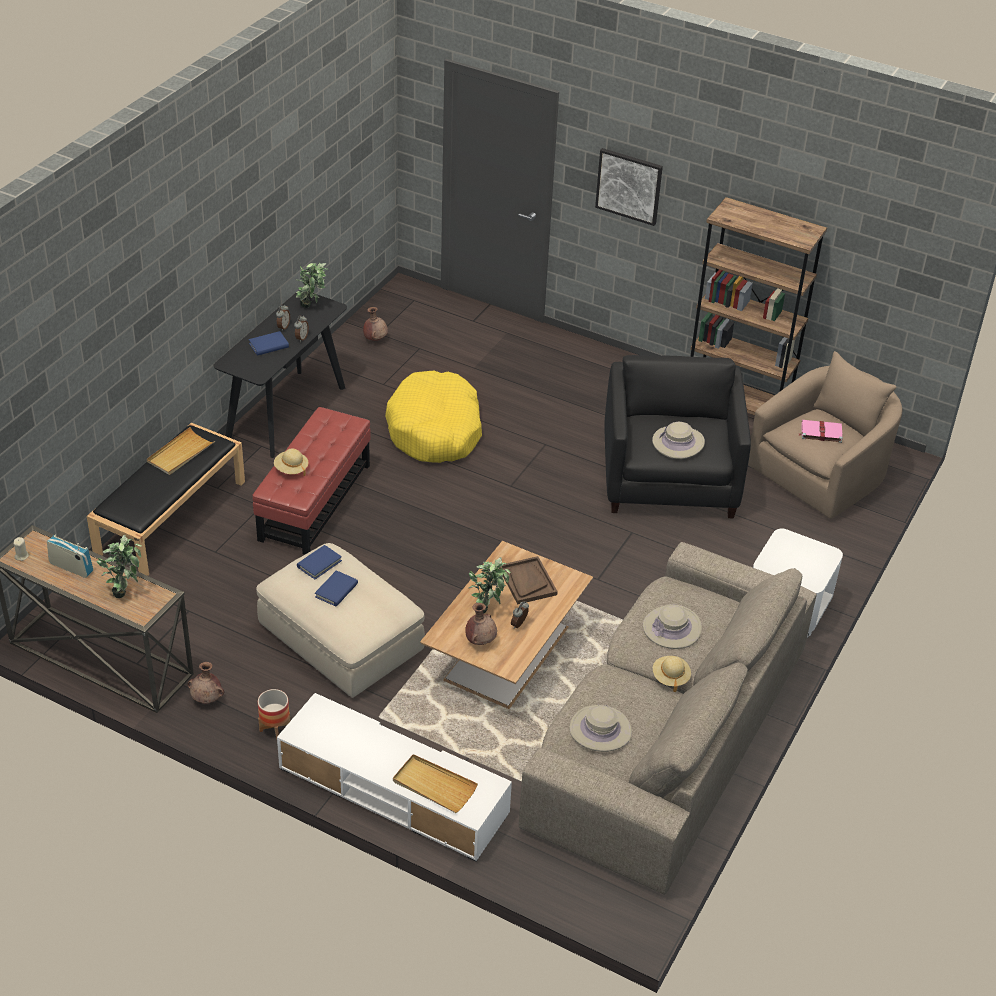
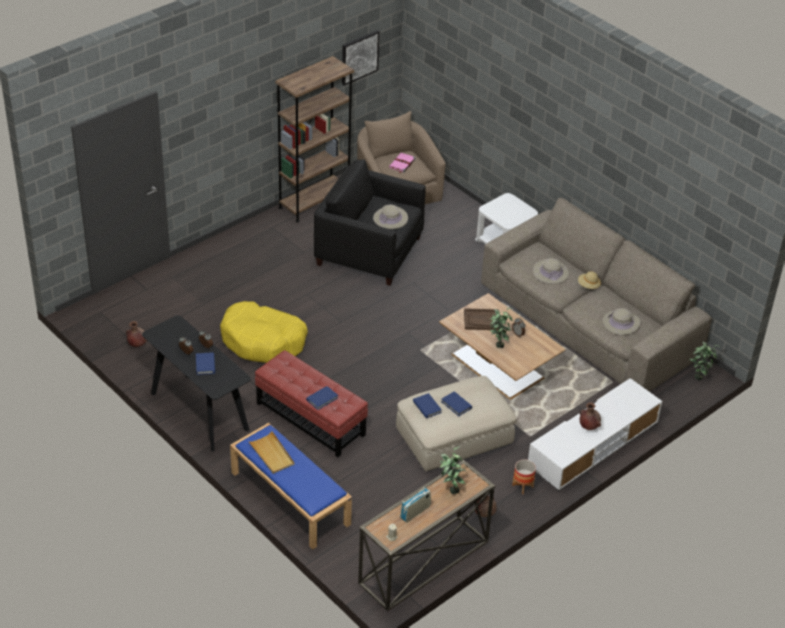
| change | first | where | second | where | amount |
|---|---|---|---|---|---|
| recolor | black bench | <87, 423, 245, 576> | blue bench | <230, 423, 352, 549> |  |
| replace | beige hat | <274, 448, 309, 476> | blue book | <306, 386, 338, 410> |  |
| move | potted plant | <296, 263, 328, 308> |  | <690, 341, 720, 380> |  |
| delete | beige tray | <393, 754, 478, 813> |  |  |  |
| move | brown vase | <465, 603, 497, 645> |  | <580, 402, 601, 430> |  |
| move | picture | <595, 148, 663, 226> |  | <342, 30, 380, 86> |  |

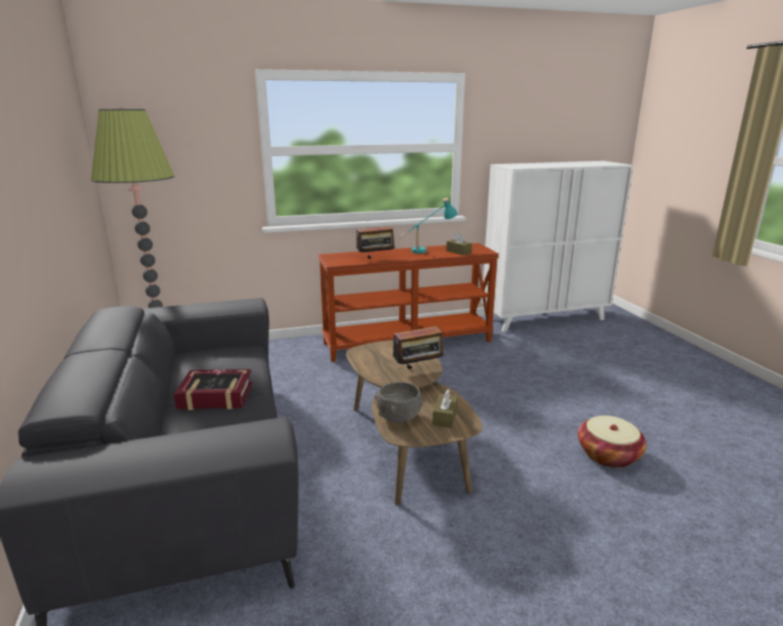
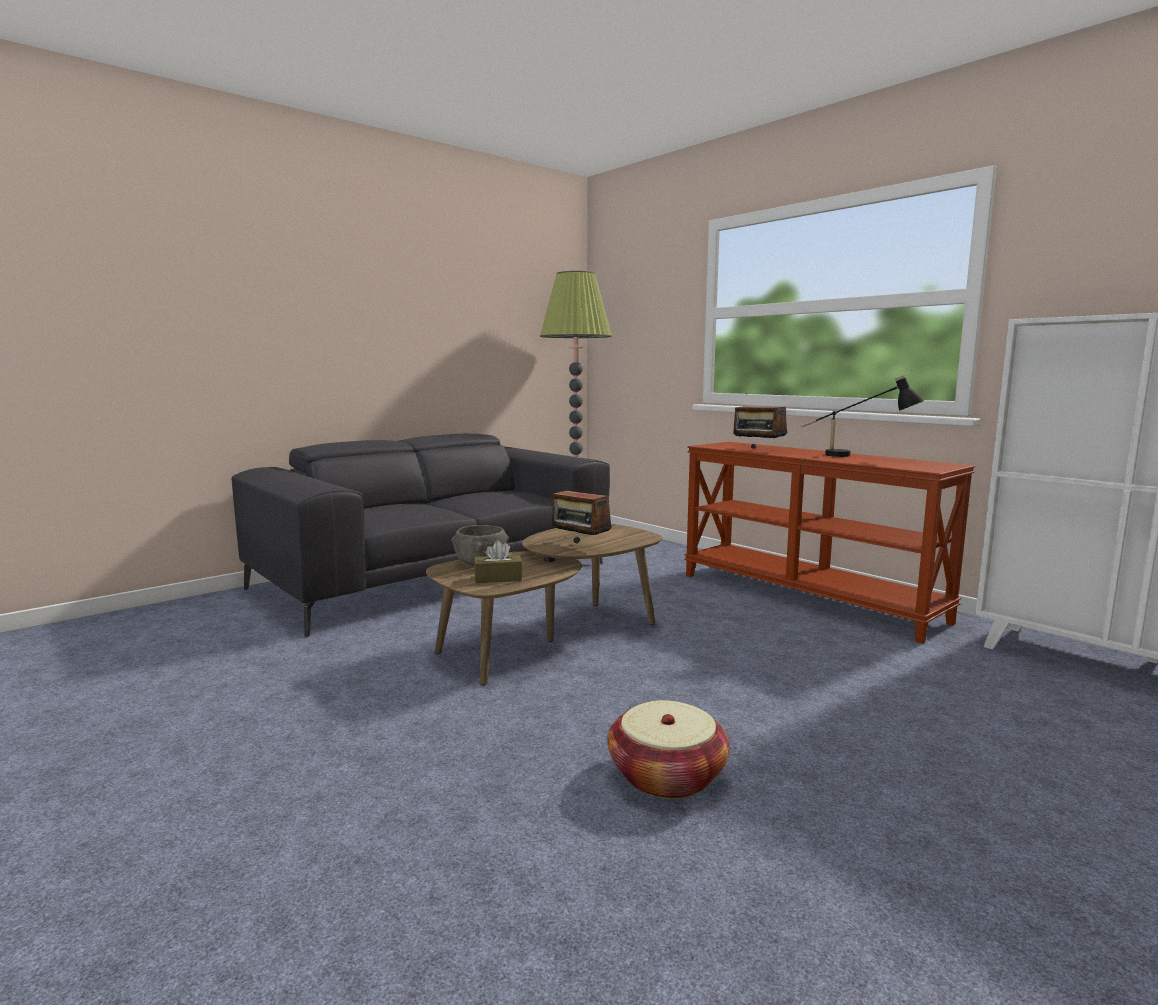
| change | first | where | second | where | amount |
|---|---|---|---|---|---|
| delete | book | <174, 369, 253, 410> |  |  |  |
| recolor | turquoise table lamp | <399, 198, 458, 254> | black table lamp | <801, 375, 924, 457> |  |
| delete | brown tissue box | <446, 233, 472, 255> |  |  |  |

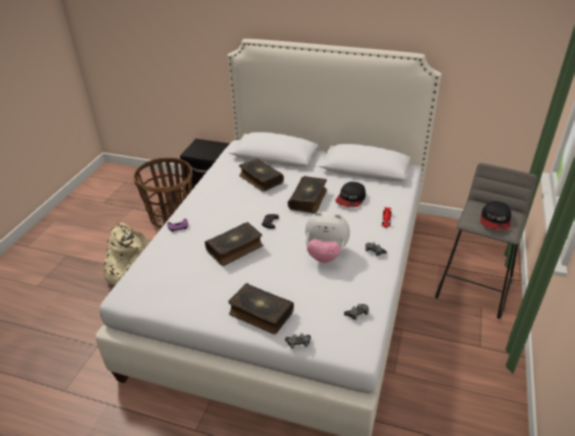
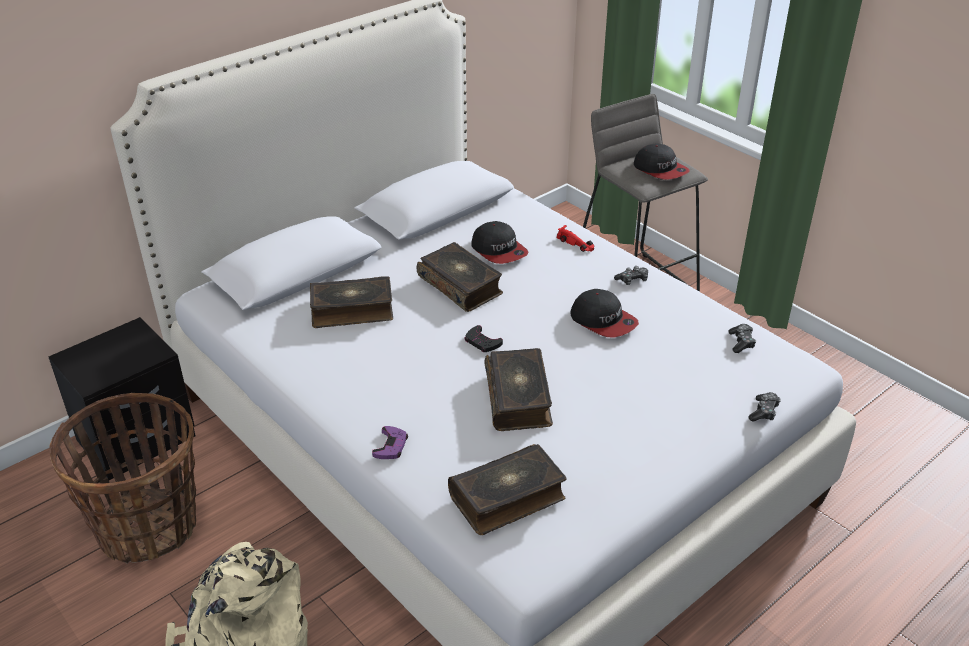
| change | first | where | second | where | amount |
|---|---|---|---|---|---|
| move | book | <228, 283, 294, 334> |  | <448, 444, 567, 535> |  |
| replace | plush toy | <305, 211, 350, 263> | cap | <570, 289, 639, 338> |  |

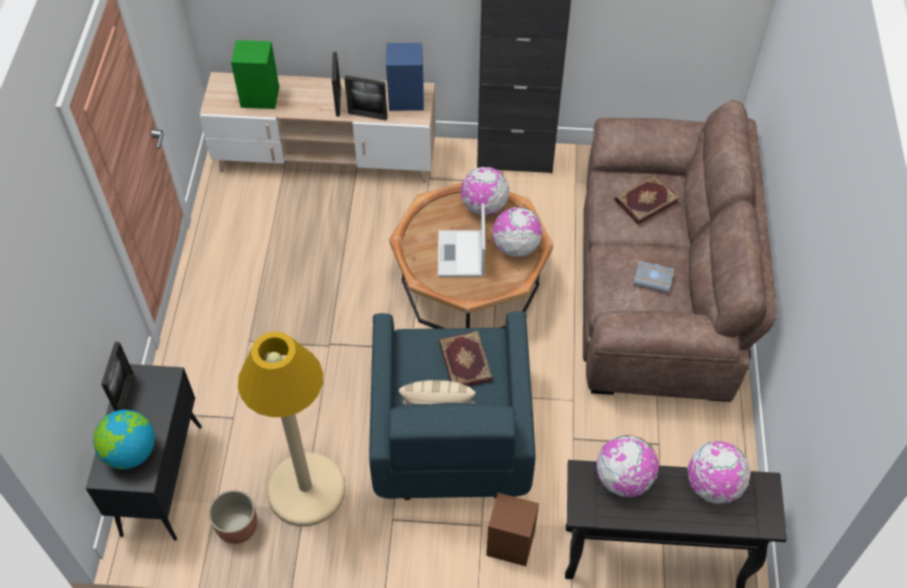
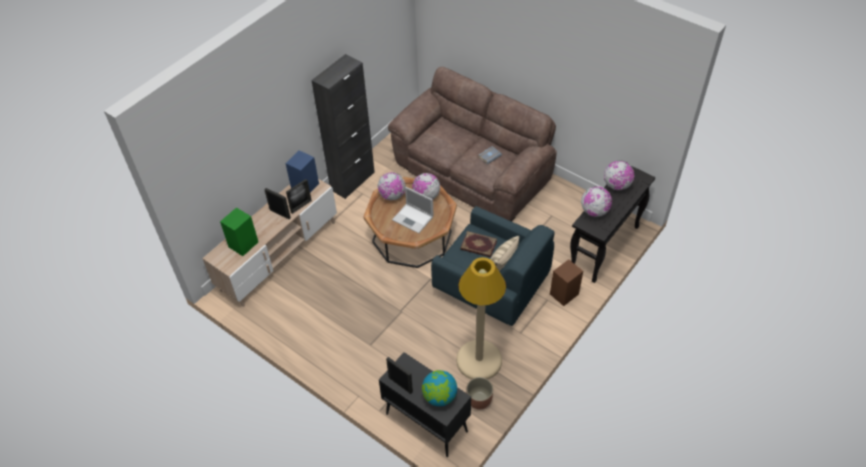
| change | first | where | second | where | amount |
|---|---|---|---|---|---|
| delete | book | <615, 175, 679, 224> |  |  |  |

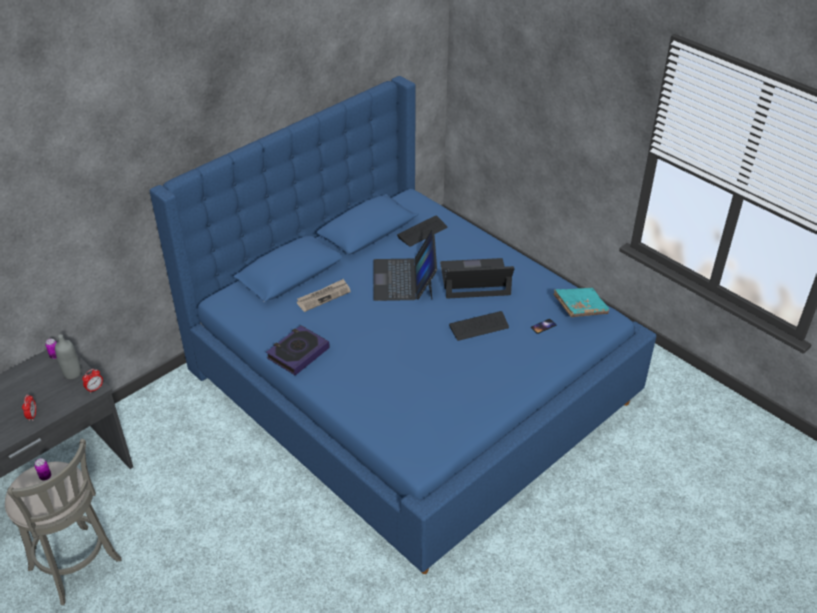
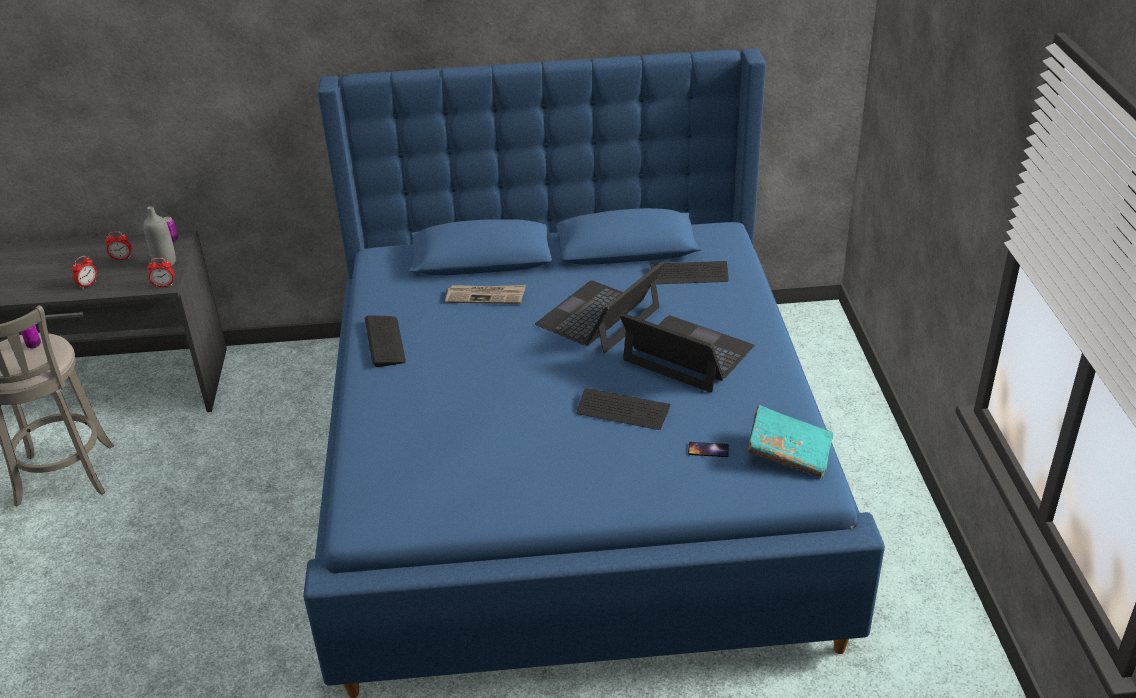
| change | first | where | second | where | amount |
|---|---|---|---|---|---|
| replace | book | <266, 325, 330, 375> | keyboard | <365, 315, 406, 367> |  |
| insert |  |  | alarm clock | <105, 231, 132, 260> |  |

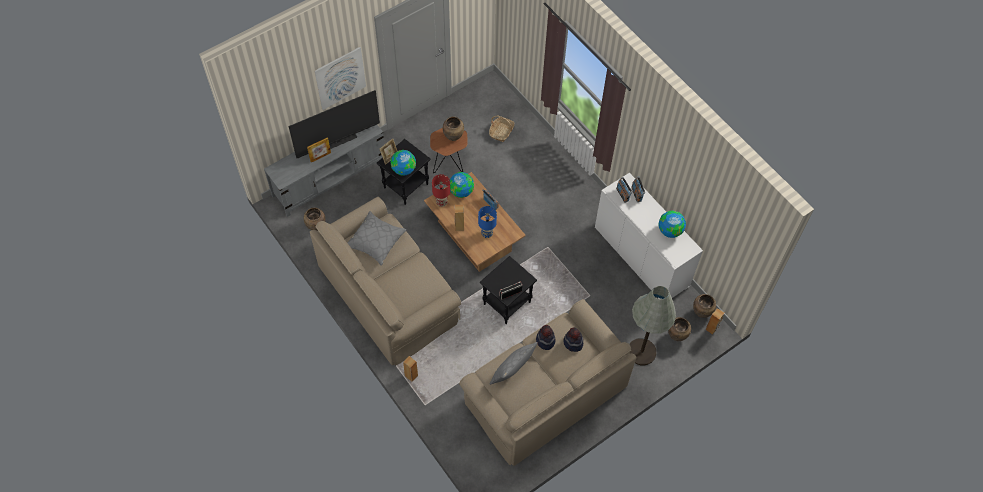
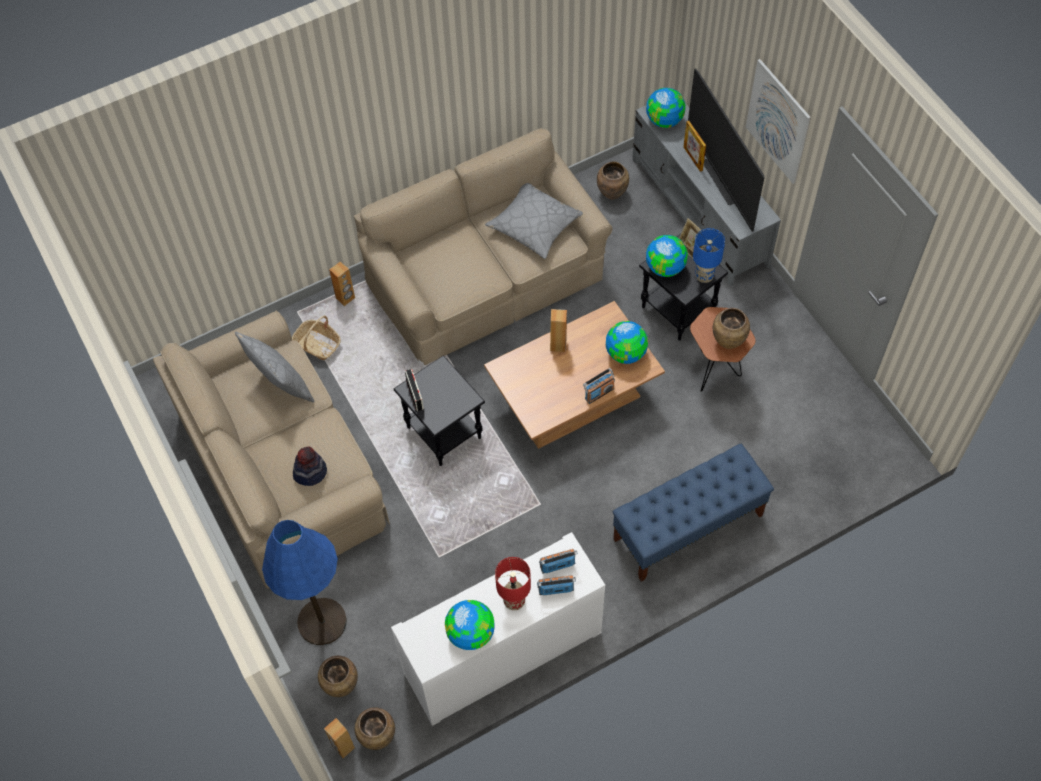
| change | first | where | second | where | amount |
|---|---|---|---|---|---|
| move | red table lamp | <432, 174, 450, 207> |  | <495, 557, 531, 610> |  |
| move | blue table lamp | <478, 206, 497, 238> |  | <693, 228, 725, 283> |  |
| move | basket | <489, 116, 514, 142> |  | <292, 315, 341, 360> |  |
| delete | hat | <536, 325, 556, 350> |  |  |  |
| recolor | grey floor lamp | <630, 286, 676, 365> | blue floor lamp | <262, 520, 346, 645> |  |
| insert |  |  | blue bench | <613, 444, 774, 582> |  |
| insert |  |  | globe | <646, 88, 686, 128> |  |

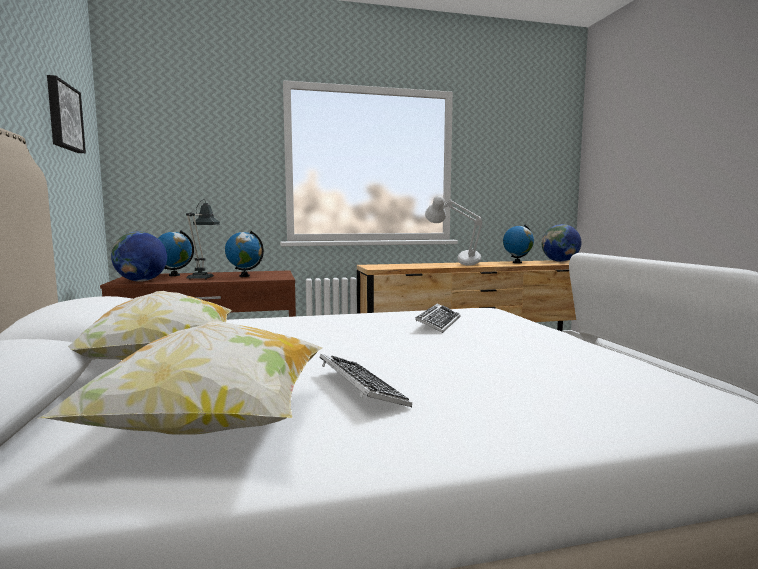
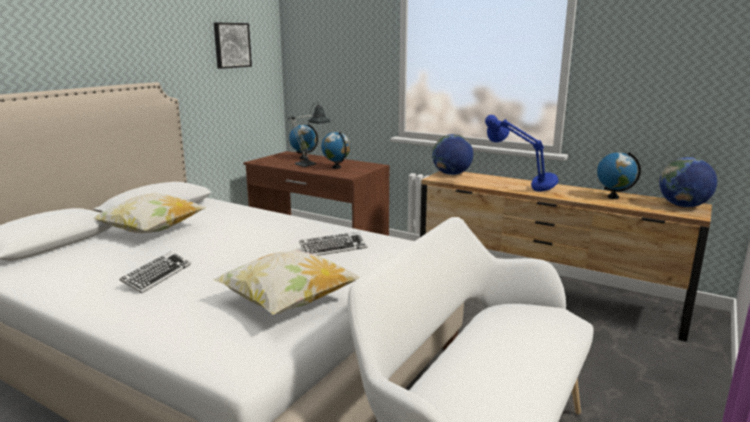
| change | first | where | second | where | amount |
|---|---|---|---|---|---|
| move | pillow | <37, 321, 322, 435> |  | <213, 249, 360, 315> |  |
| move | globe | <111, 231, 167, 282> |  | <432, 134, 473, 175> |  |
| recolor | grey table lamp | <425, 196, 483, 266> | blue table lamp | <485, 115, 559, 192> |  |

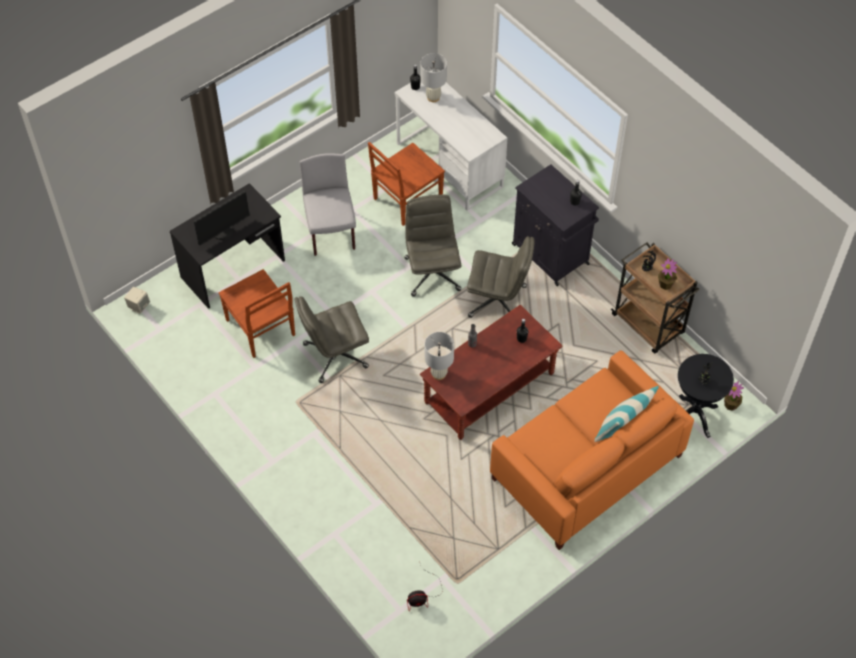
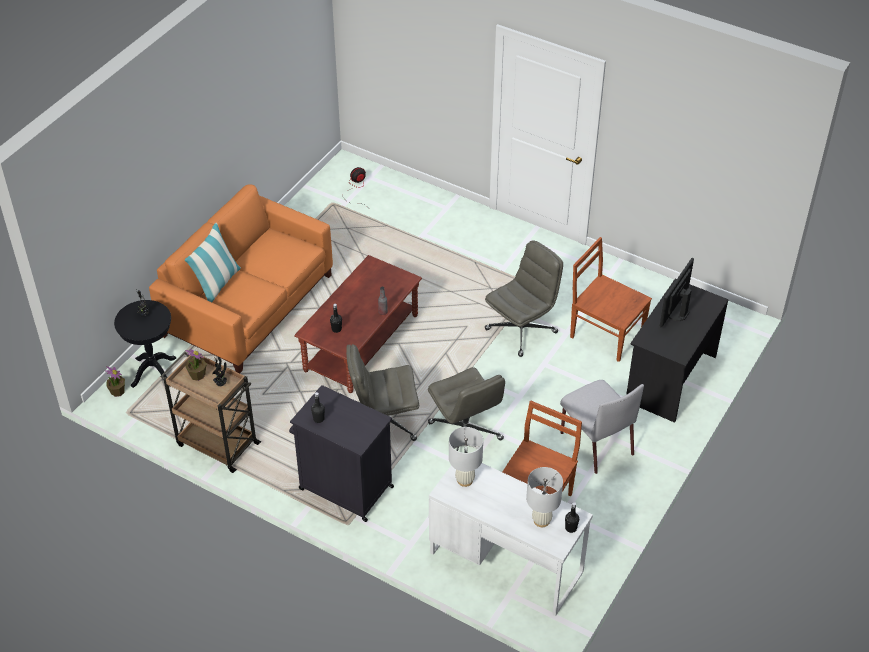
| change | first | where | second | where | amount |
|---|---|---|---|---|---|
| delete | beige speaker | <124, 287, 150, 314> |  |  |  |
| move | white table lamp | <425, 332, 454, 380> |  | <449, 427, 483, 487> |  |

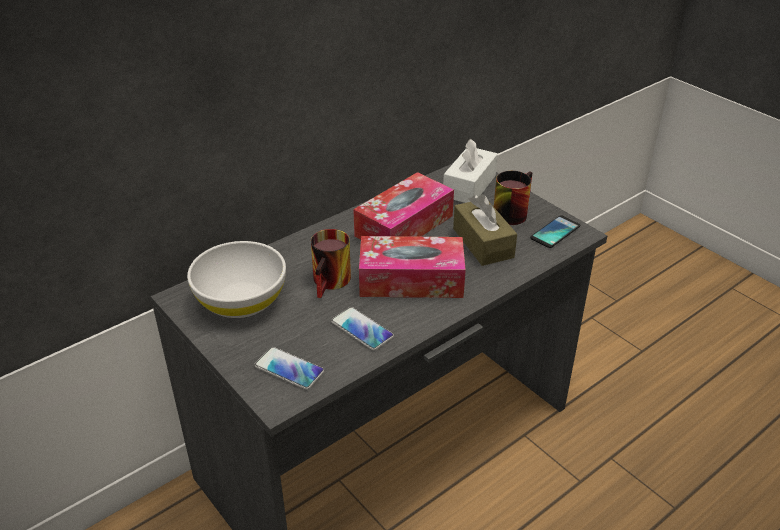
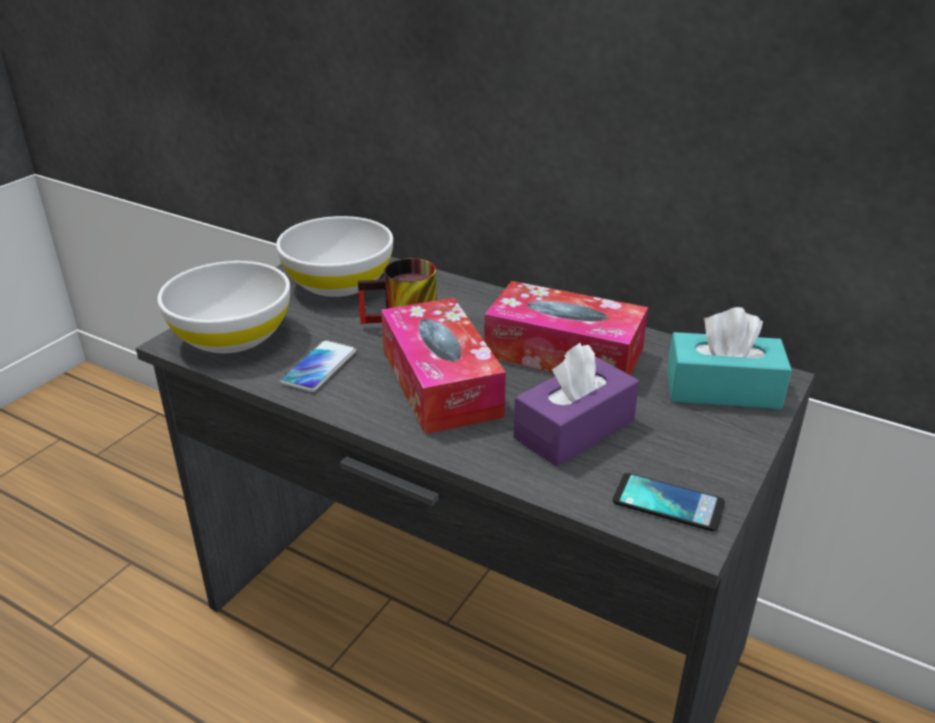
| change | first | where | second | where | amount |
|---|---|---|---|---|---|
| replace | phone | <254, 347, 324, 390> | white bowl | <157, 261, 290, 353> |  |
| recolor | white tissue box | <443, 139, 498, 203> | turquoise tissue box | <667, 307, 792, 409> |  |
| recolor | brown tissue box | <453, 194, 517, 266> | purple tissue box | <513, 343, 639, 467> |  |
| delete | mug | <494, 171, 533, 225> |  |  |  |

